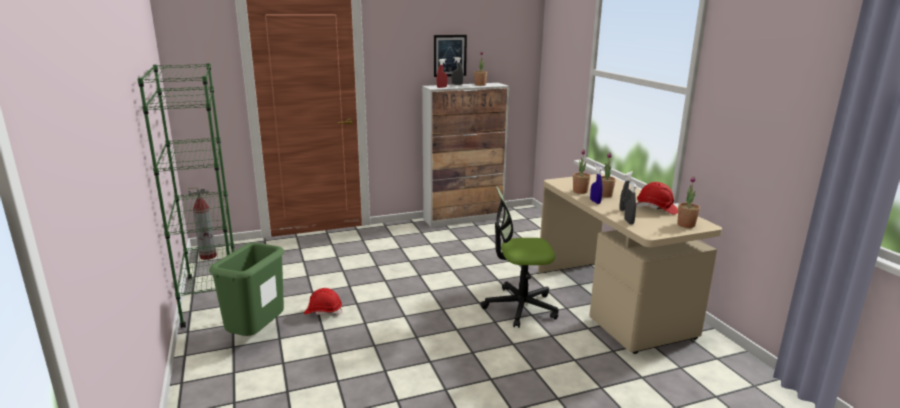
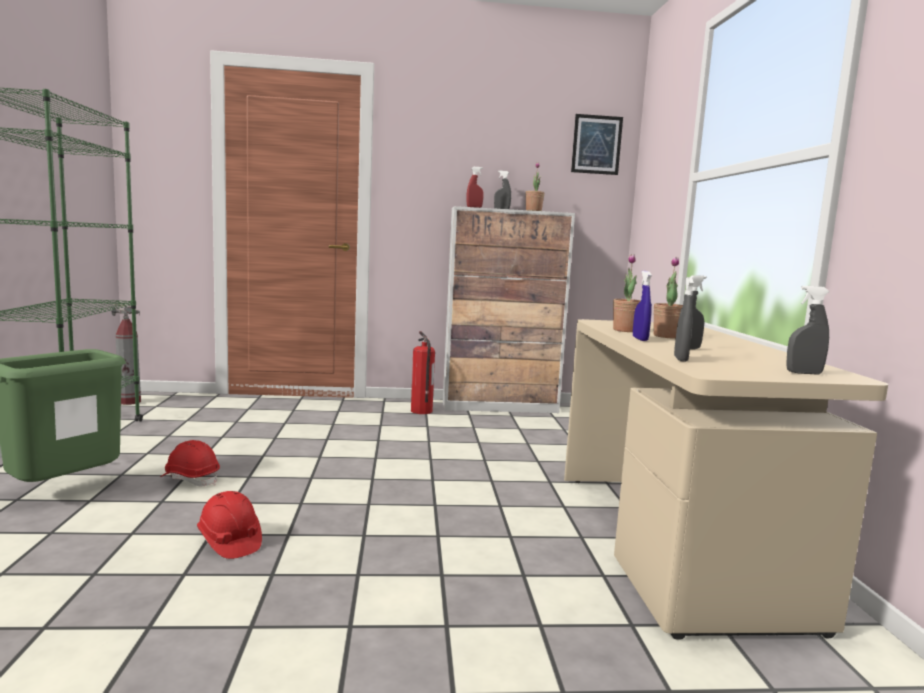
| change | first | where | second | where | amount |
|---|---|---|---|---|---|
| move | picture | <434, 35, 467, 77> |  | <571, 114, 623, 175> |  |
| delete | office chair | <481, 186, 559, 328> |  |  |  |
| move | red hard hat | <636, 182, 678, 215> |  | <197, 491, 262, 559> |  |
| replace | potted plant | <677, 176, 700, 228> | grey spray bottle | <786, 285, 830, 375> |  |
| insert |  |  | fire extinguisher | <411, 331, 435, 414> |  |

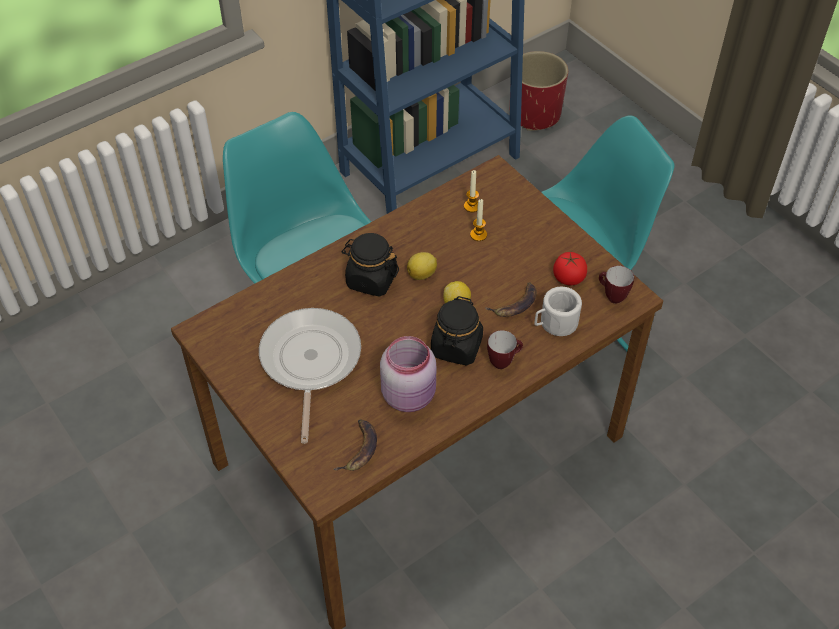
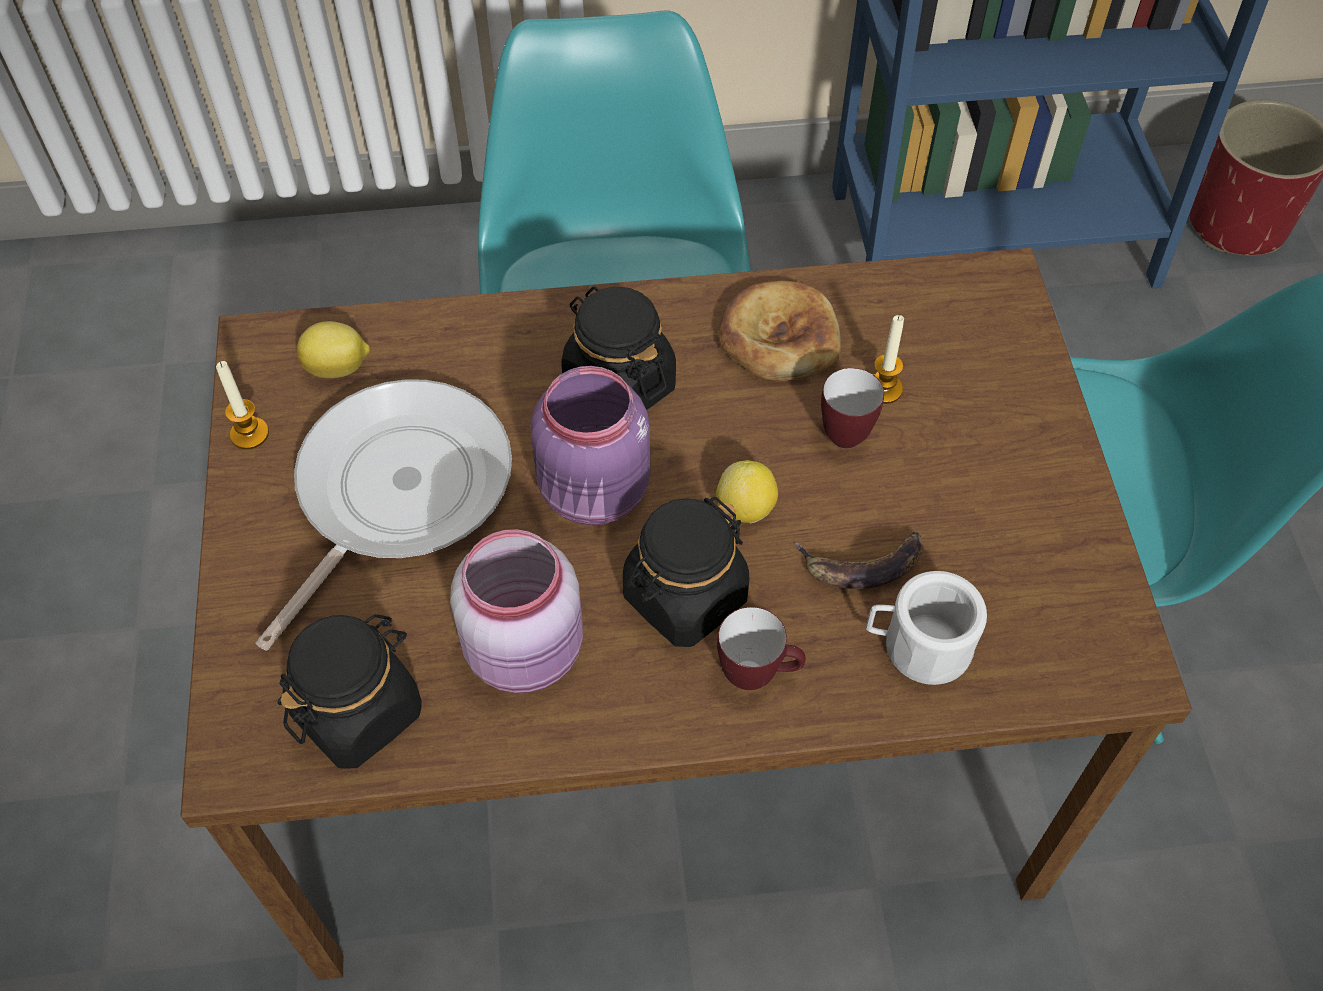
| change | first | where | second | where | amount |
|---|---|---|---|---|---|
| replace | banana | <333, 419, 377, 471> | black jar | <278, 614, 422, 769> |  |
| move | lemon | <407, 252, 437, 280> |  | <297, 321, 371, 378> |  |
| move | candle | <464, 170, 479, 212> |  | <216, 361, 269, 449> |  |
| delete | tomato | <553, 252, 587, 286> |  |  |  |
| move | mug | <599, 266, 634, 304> |  | <821, 368, 884, 448> |  |
| insert |  |  | purple jar | <530, 366, 650, 525> |  |
| insert |  |  | bread | <718, 281, 841, 381> |  |

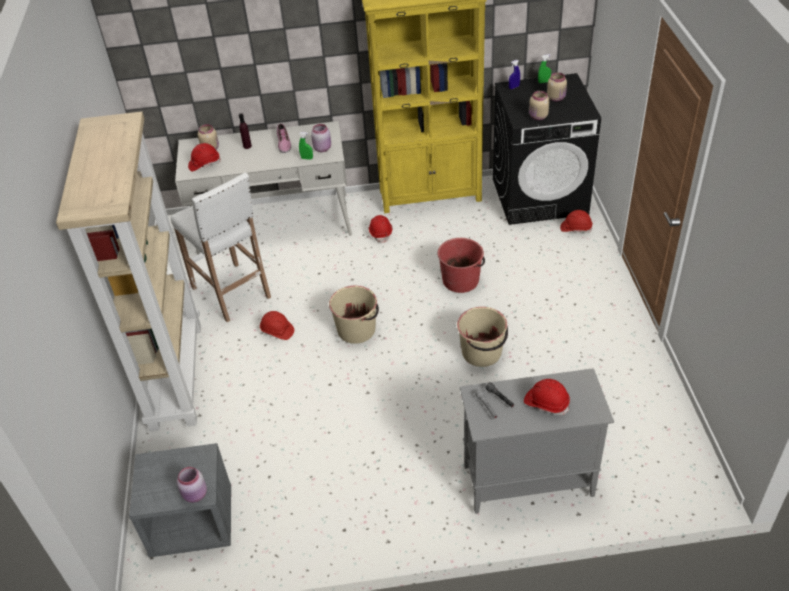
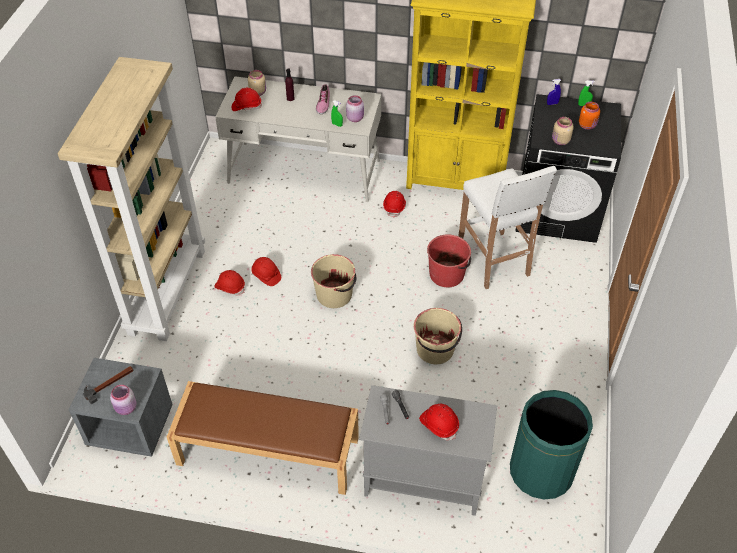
| change | first | where | second | where | amount |
|---|---|---|---|---|---|
| move | white stool | <171, 173, 271, 322> |  | <458, 166, 557, 289> |  |
| recolor | beige jar | <547, 73, 567, 101> | orange jar | <579, 102, 600, 130> |  |
| move | red hard hat | <560, 210, 592, 233> |  | <214, 270, 245, 295> |  |
| insert |  |  | hammer | <83, 366, 133, 404> |  |
| insert |  |  | brown bench | <167, 381, 359, 495> |  |
| insert |  |  | green trash can | <510, 390, 593, 499> |  |

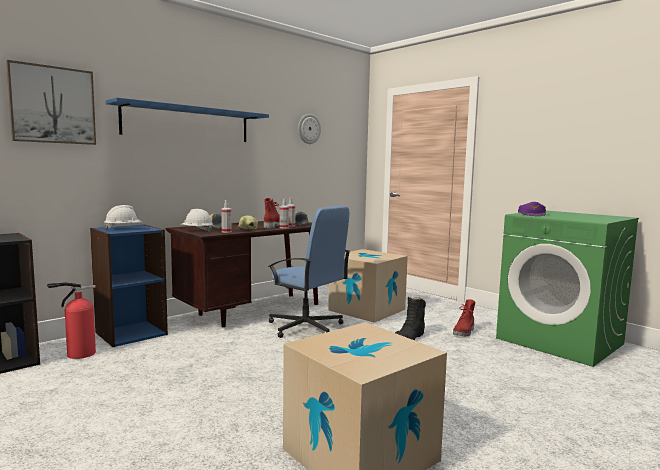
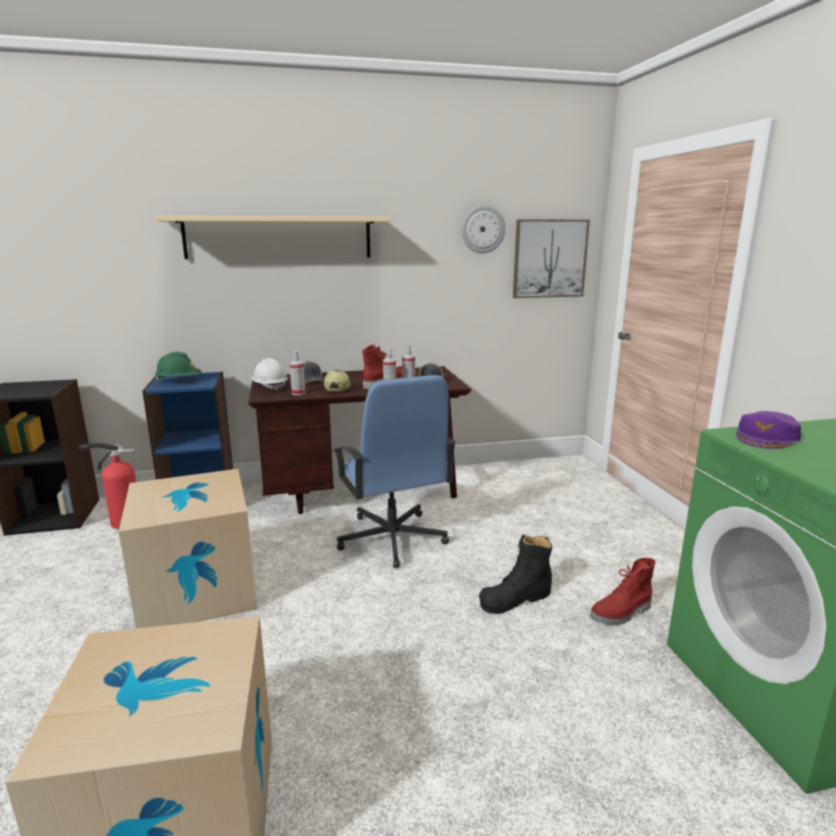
| change | first | where | second | where | amount |
|---|---|---|---|---|---|
| move | picture | <6, 60, 96, 145> |  | <513, 219, 590, 298> |  |
| recolor | white hard hat | <104, 205, 143, 230> | green hard hat | <155, 352, 201, 382> |  |
| recolor | blue shelf | <105, 97, 269, 142> | beige shelf | <155, 216, 390, 259> |  |
| move | cardboard box | <328, 249, 408, 323> |  | <119, 469, 257, 628> |  |

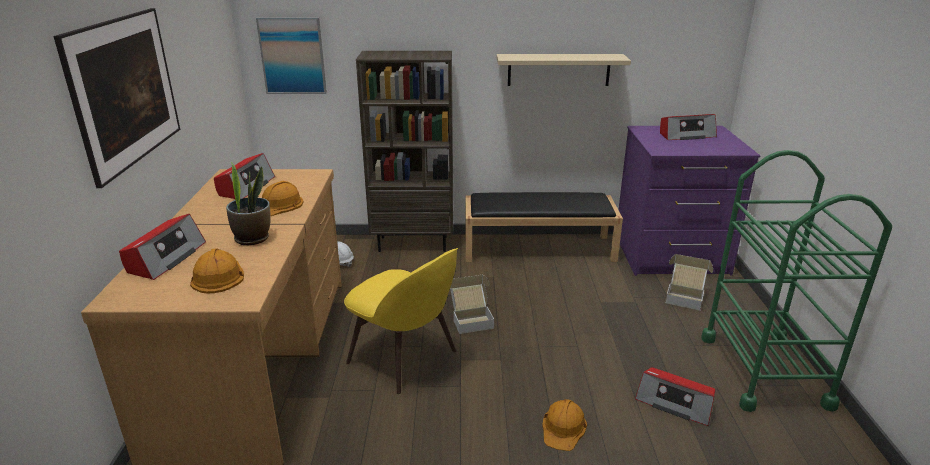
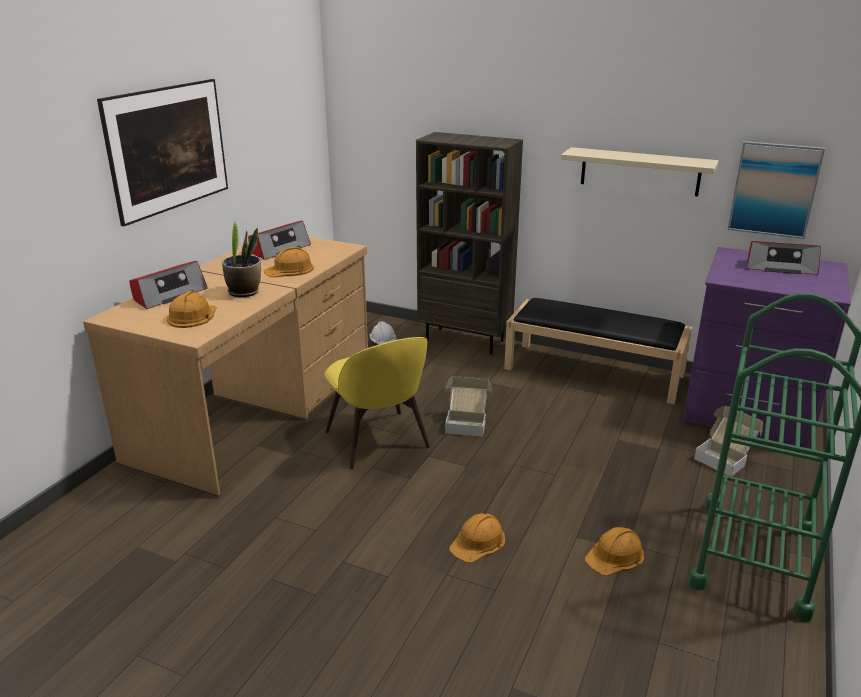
| change | first | where | second | where | amount |
|---|---|---|---|---|---|
| move | picture | <256, 17, 327, 94> |  | <727, 141, 825, 239> |  |
| replace | radio | <635, 367, 715, 426> | orange hard hat | <585, 527, 644, 576> |  |

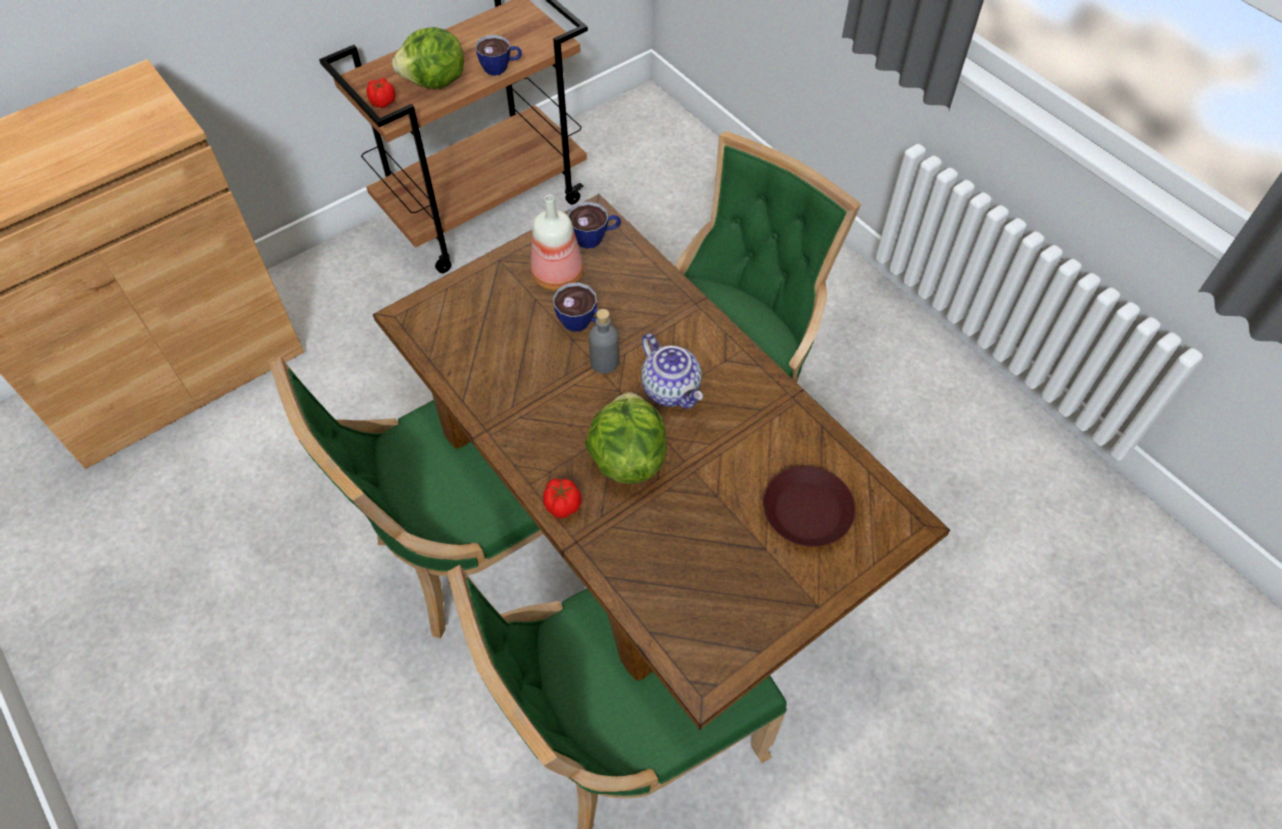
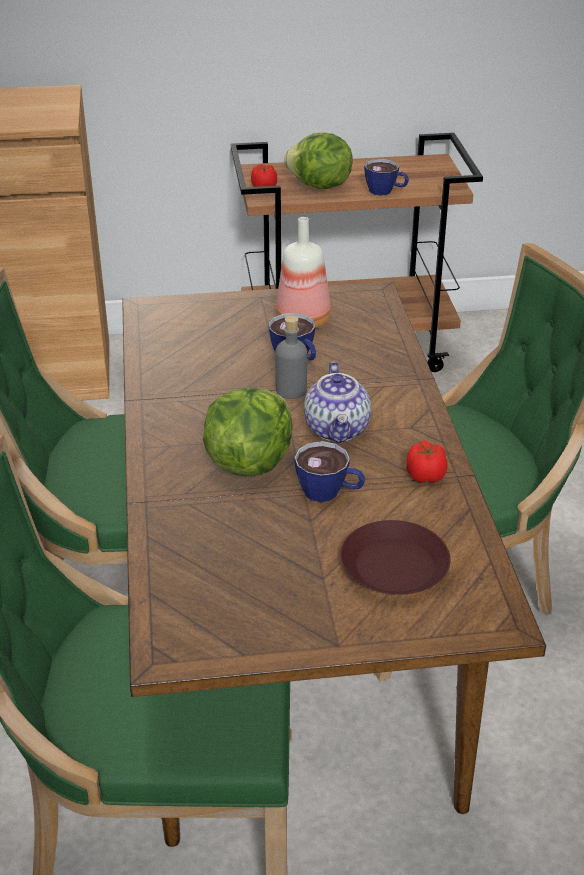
| change | first | where | second | where | amount |
|---|---|---|---|---|---|
| move | tomato | <543, 478, 582, 518> |  | <406, 441, 448, 483> |  |
| move | cup | <567, 201, 621, 249> |  | <294, 441, 365, 502> |  |

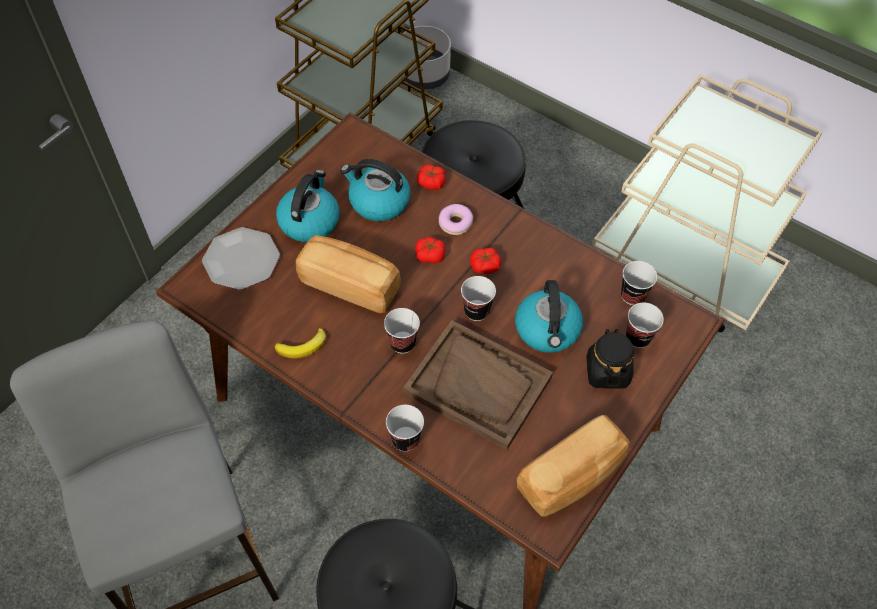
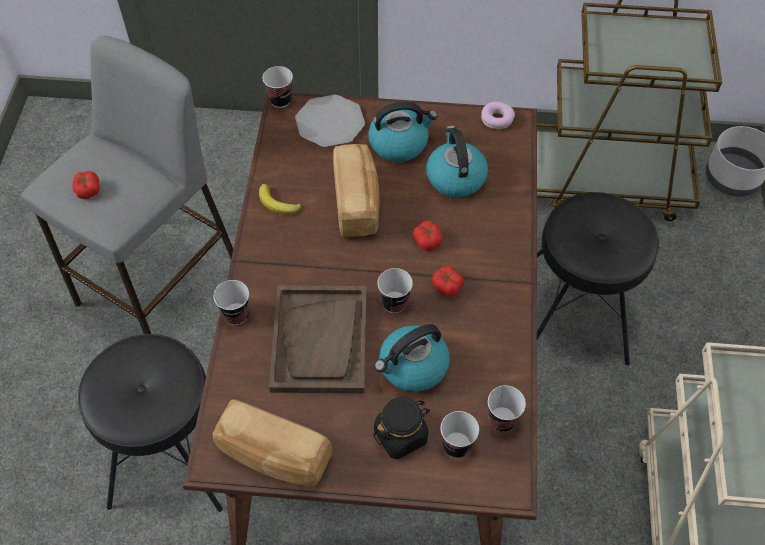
| change | first | where | second | where | amount |
|---|---|---|---|---|---|
| move | cup | <384, 308, 420, 353> |  | <262, 66, 293, 108> |  |
| move | tomato | <417, 165, 446, 190> |  | <72, 171, 100, 199> |  |
| move | donut | <439, 204, 473, 235> |  | <481, 101, 515, 129> |  |

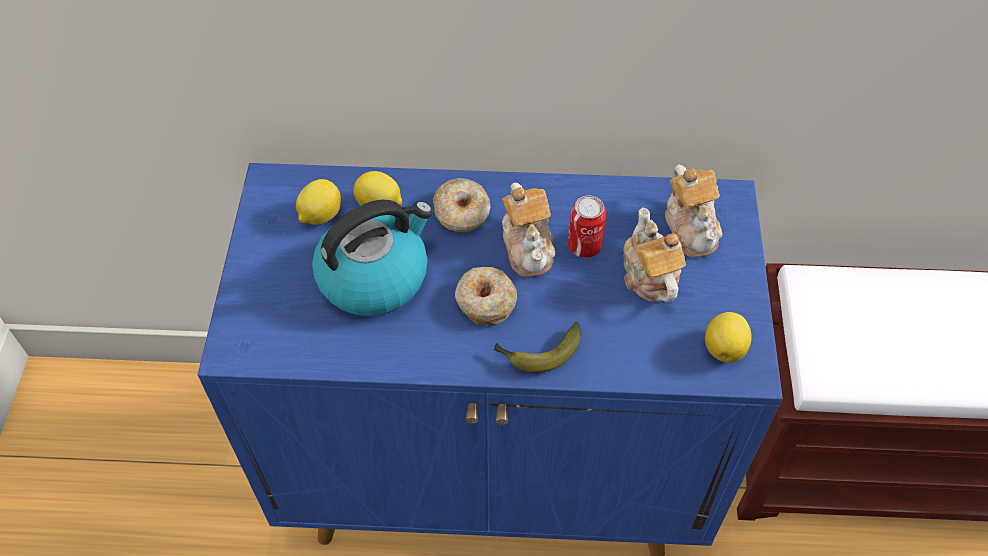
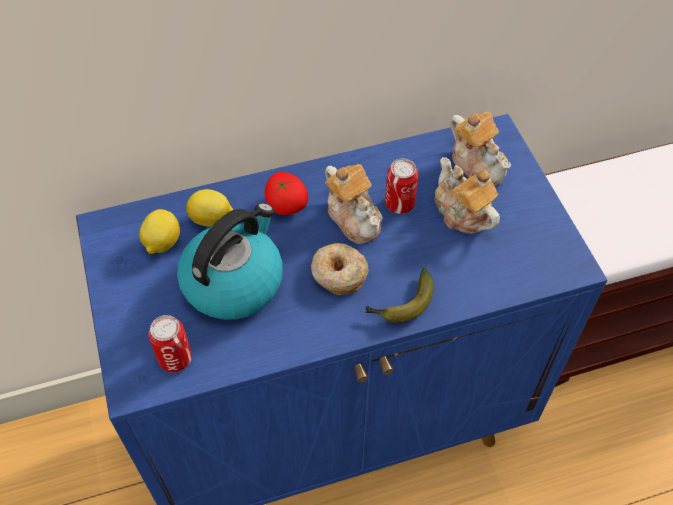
| change | first | where | second | where | amount |
|---|---|---|---|---|---|
| replace | donut | <433, 178, 491, 233> | tomato | <265, 172, 308, 215> |  |
| delete | lemon | <705, 312, 752, 363> |  |  |  |
| insert |  |  | can | <149, 315, 192, 372> |  |

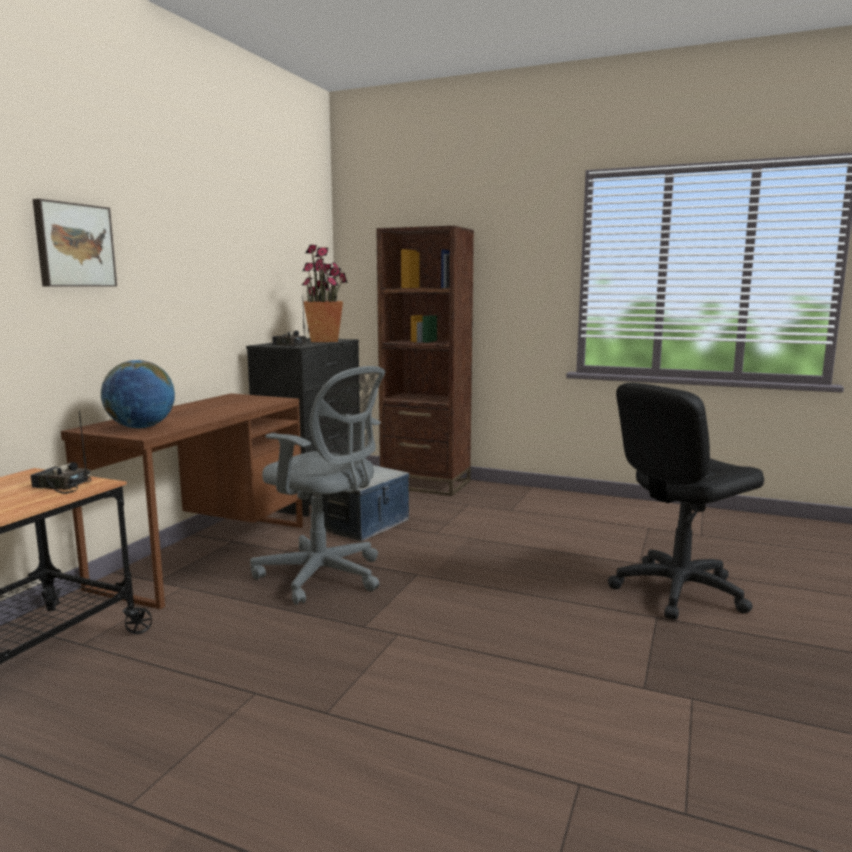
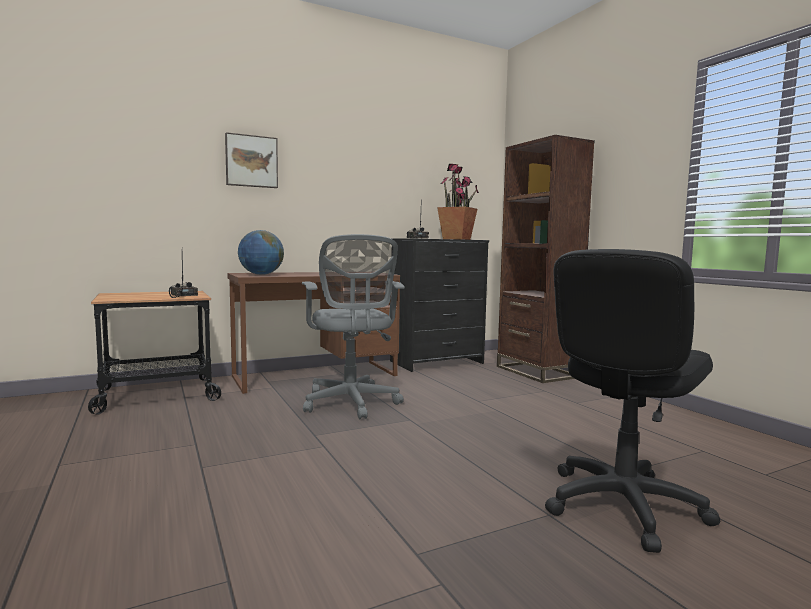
| change | first | where | second | where | amount |
|---|---|---|---|---|---|
| delete | storage box | <322, 465, 409, 542> |  |  |  |
| rotate | black office chair | <608, 382, 764, 620> |  | <545, 249, 720, 553> | 60 degrees counterclockwise |

